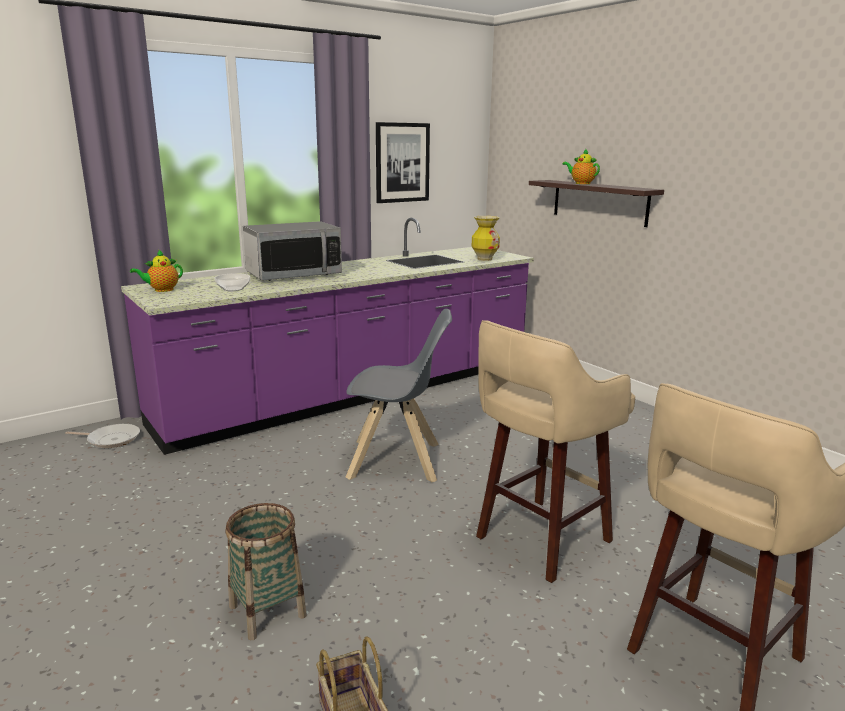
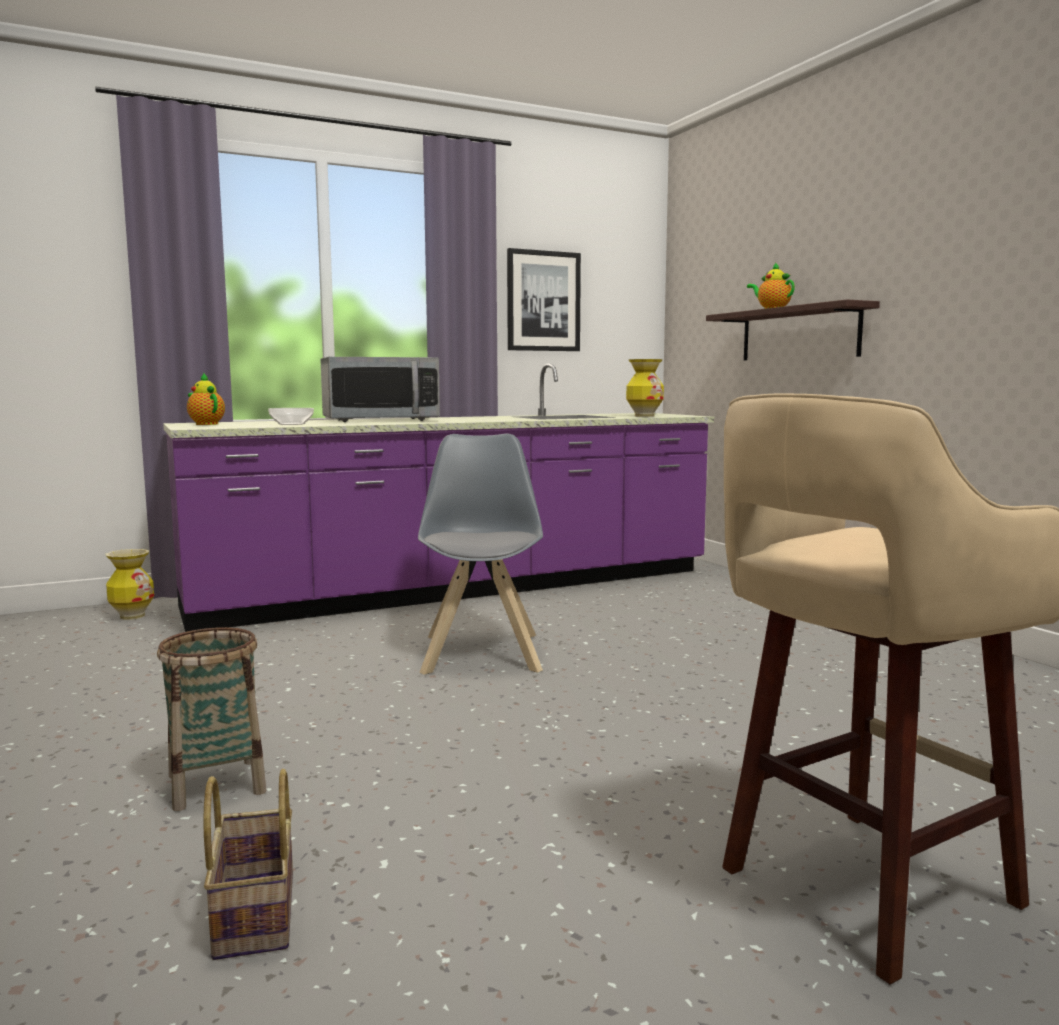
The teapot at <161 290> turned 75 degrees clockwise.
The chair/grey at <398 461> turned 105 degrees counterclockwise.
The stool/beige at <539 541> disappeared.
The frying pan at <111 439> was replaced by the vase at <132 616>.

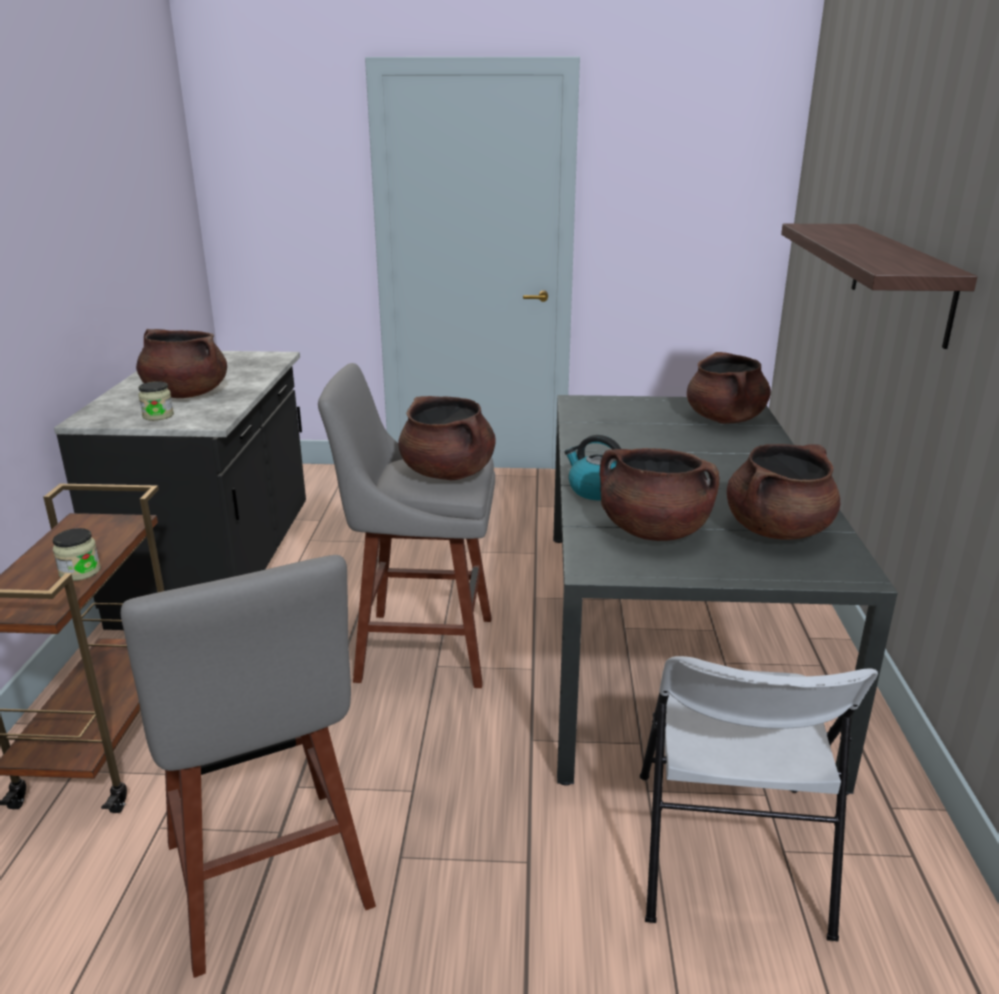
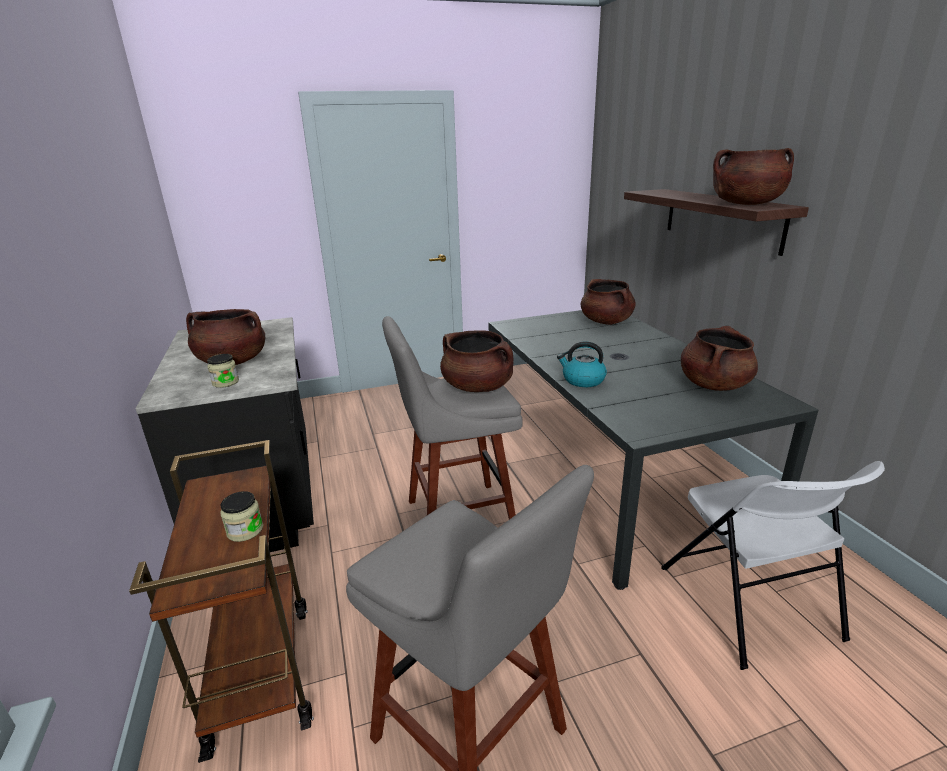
The cooking pot/brown moved from <653 531> to <746 204>.

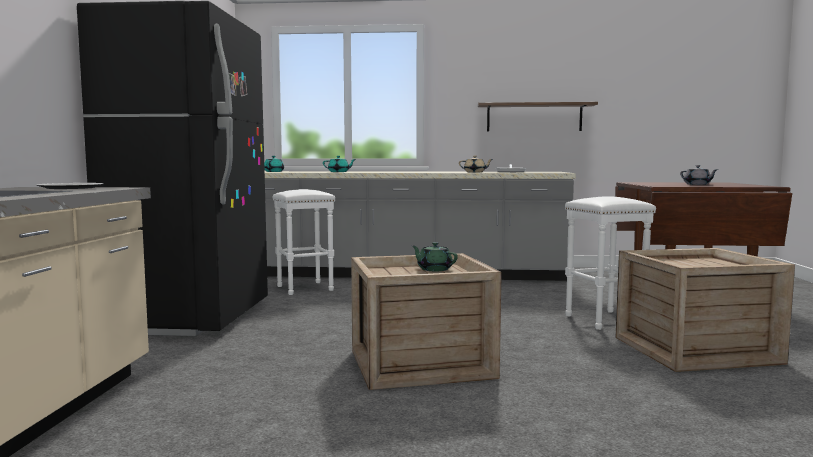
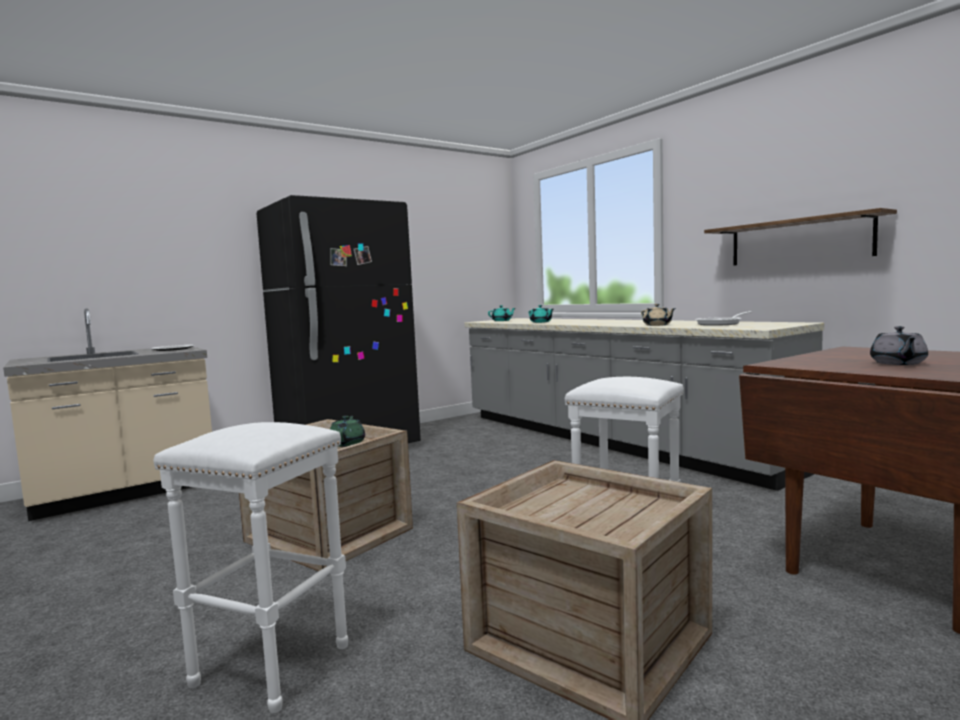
The stool/white moved from <304 288> to <267 665>.

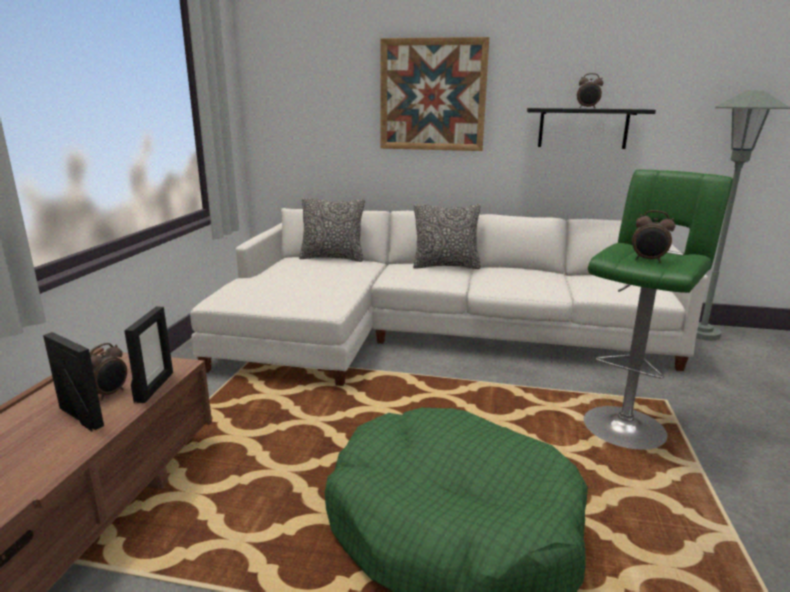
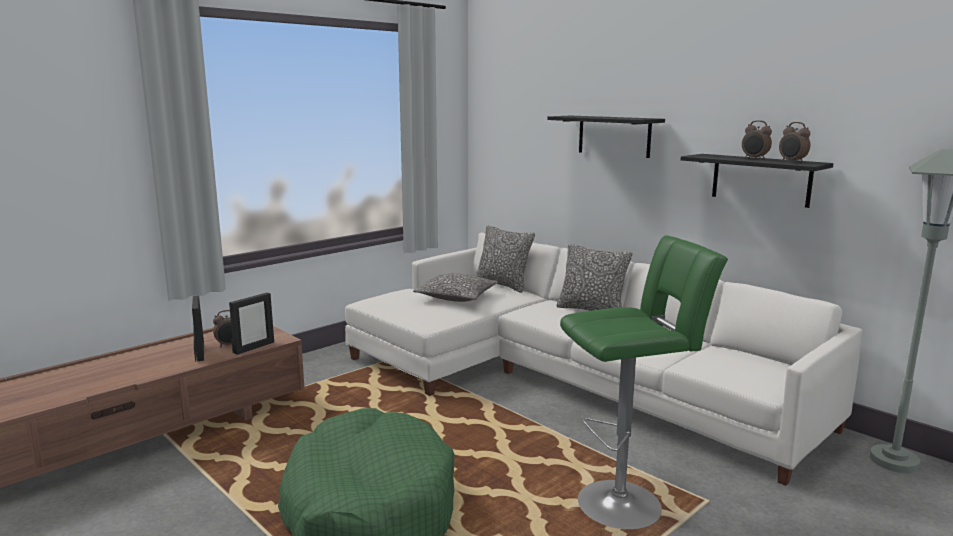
The picture at <432 95> was replaced by the shelf/black at <614 136>.
The alarm clock moved from <648 260> to <792 162>.
The pillow at <456 297> appeared.

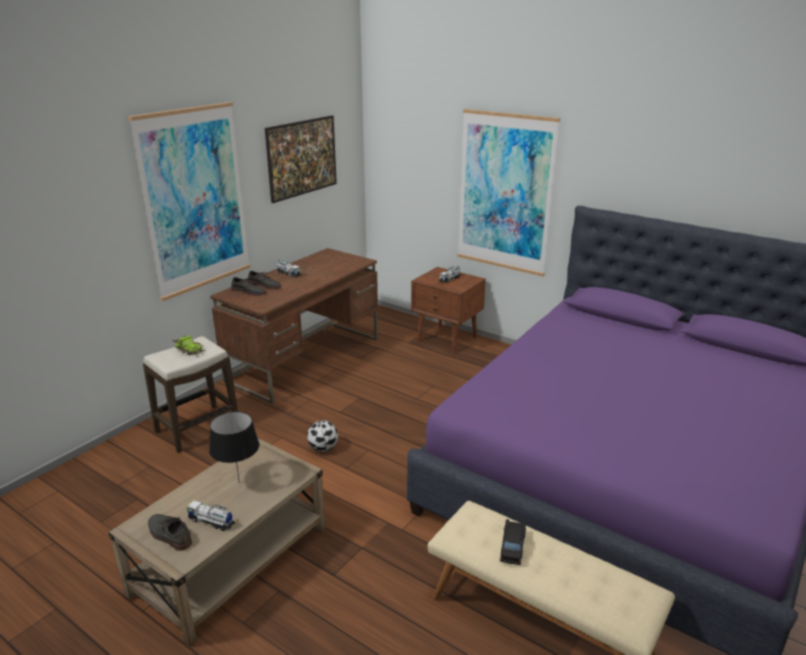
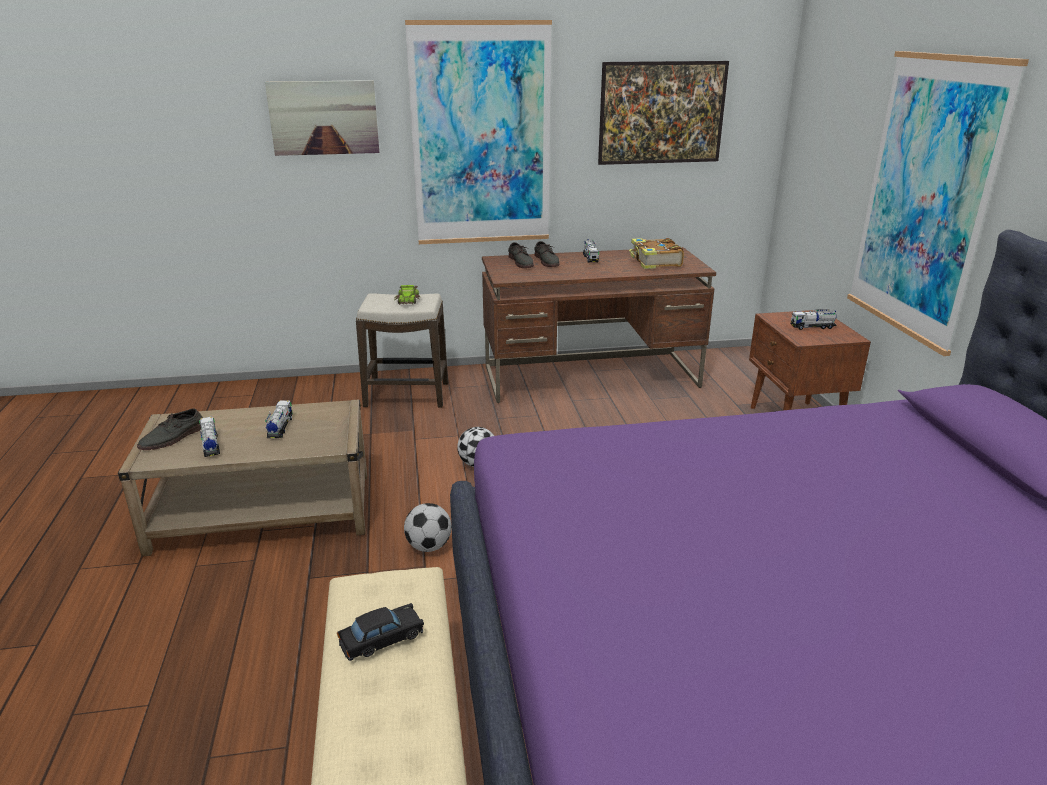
The table lamp/black at <239 483> was replaced by the toy truck at <280 428>.
The shoe/grey at <169 534> turned 135 degrees counterclockwise.
The picture at <324 118> appeared.
The book at <655 262> appeared.
The football at <428 547> appeared.

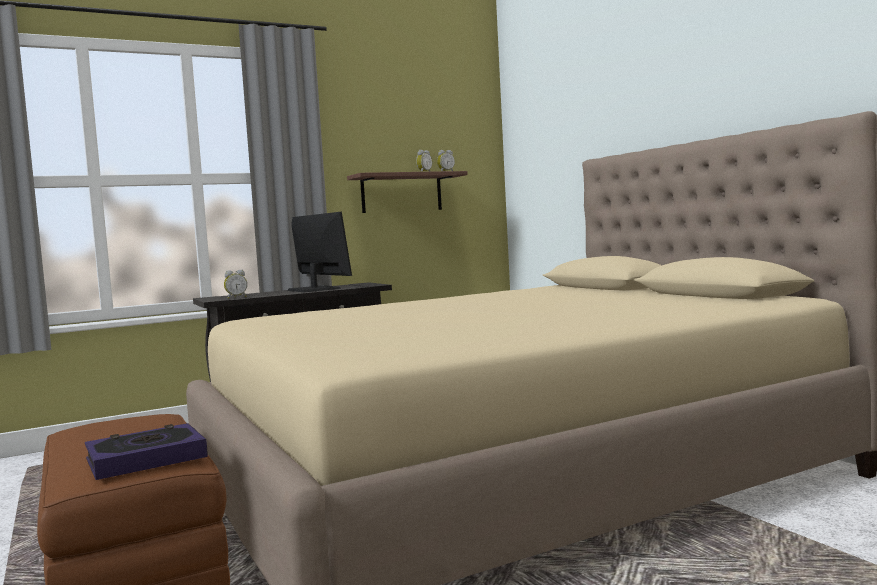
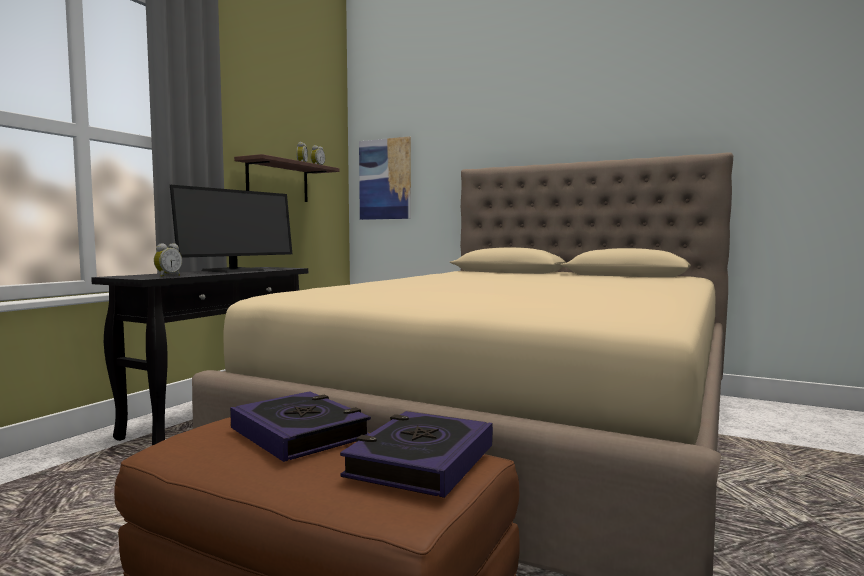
The monitor at <315 289> turned 105 degrees clockwise.
The picture at <385 179> appeared.
The book at <299 433> appeared.

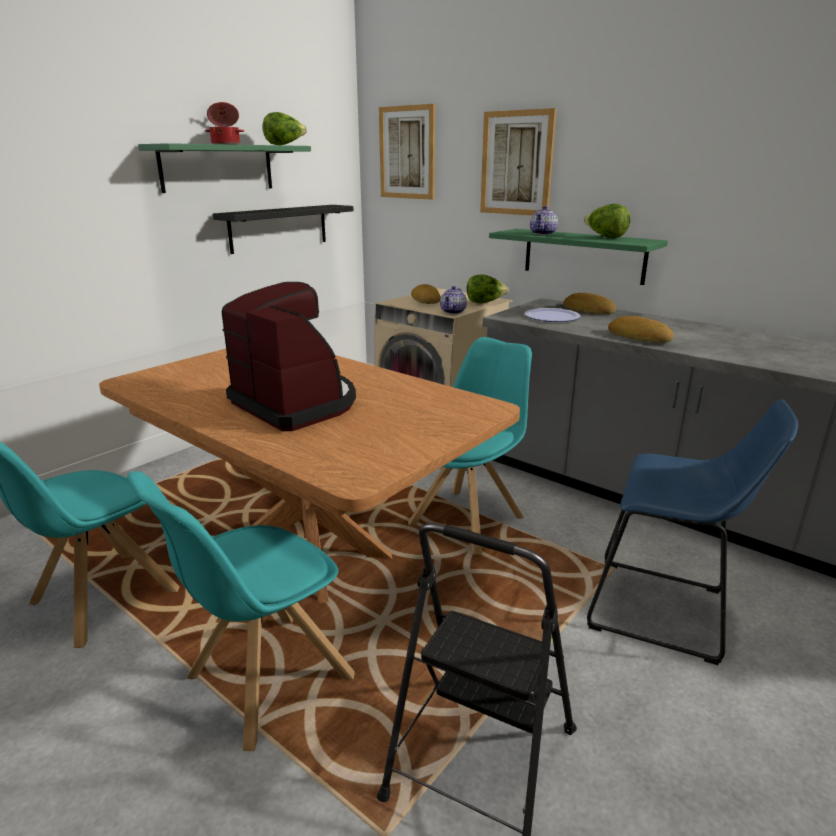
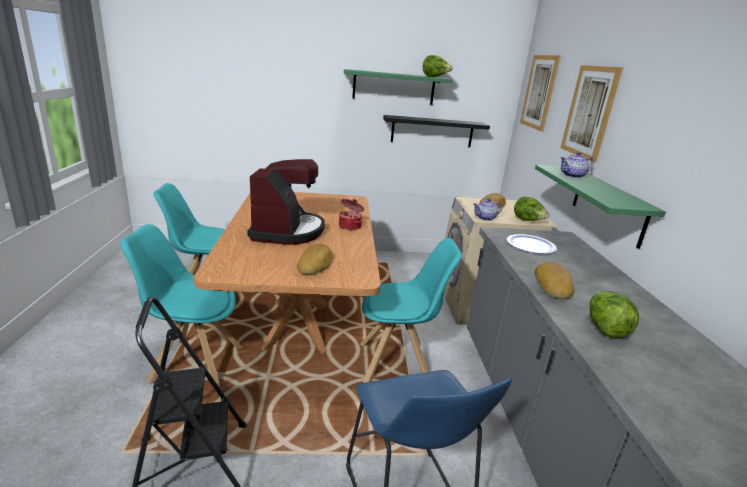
The cooking pot moved from <226 144> to <350 226>.
The lettuce moved from <605 237> to <605 328>.
The bread moved from <589 310> to <315 264>.

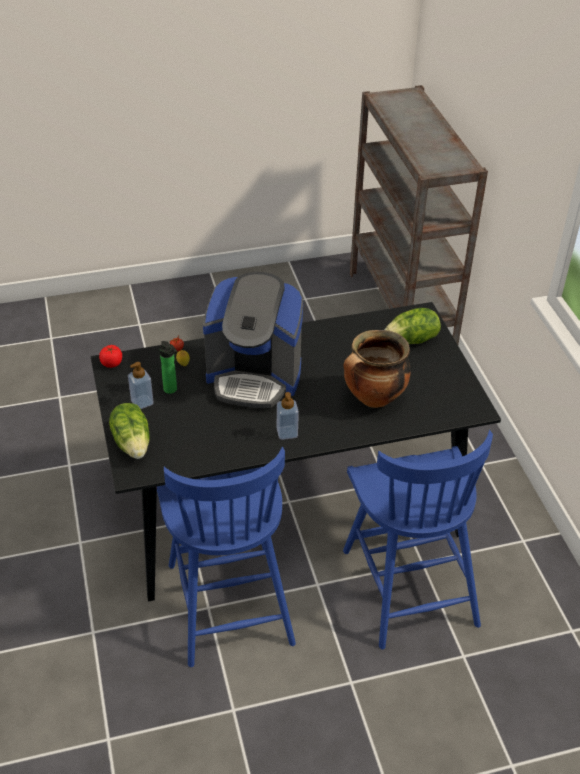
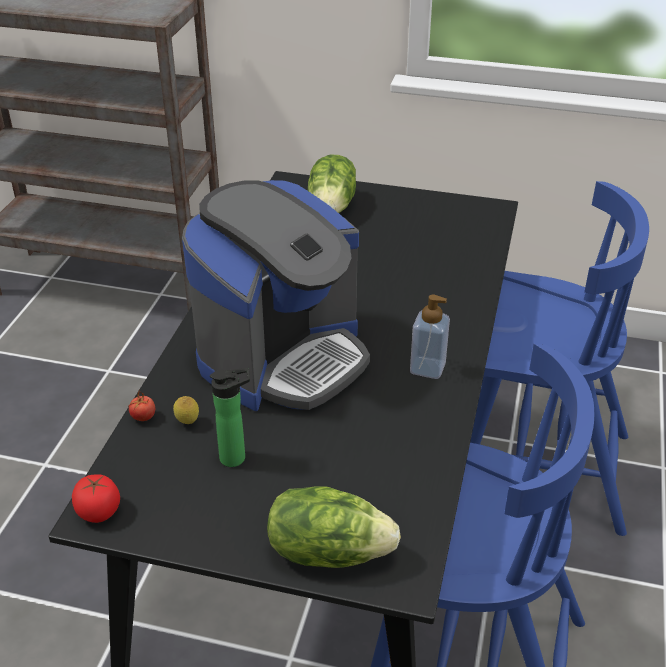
The cooking pot at <373 398> disappeared.
The soap dispenser at <142 402> disappeared.

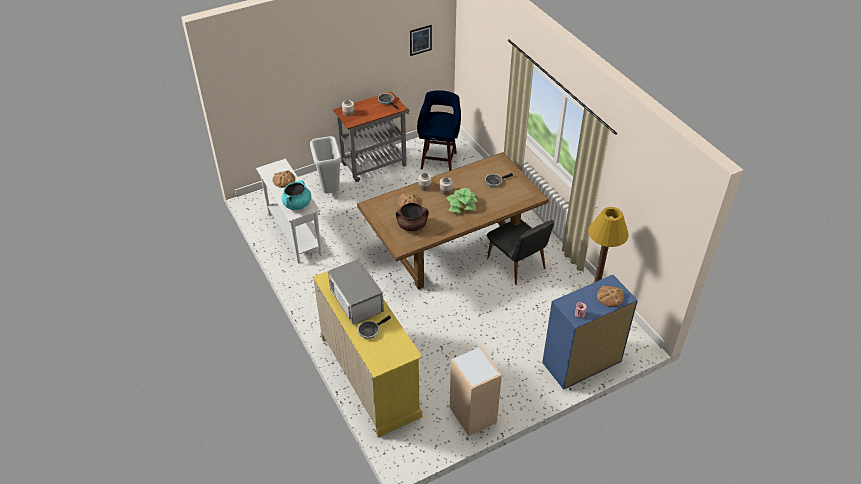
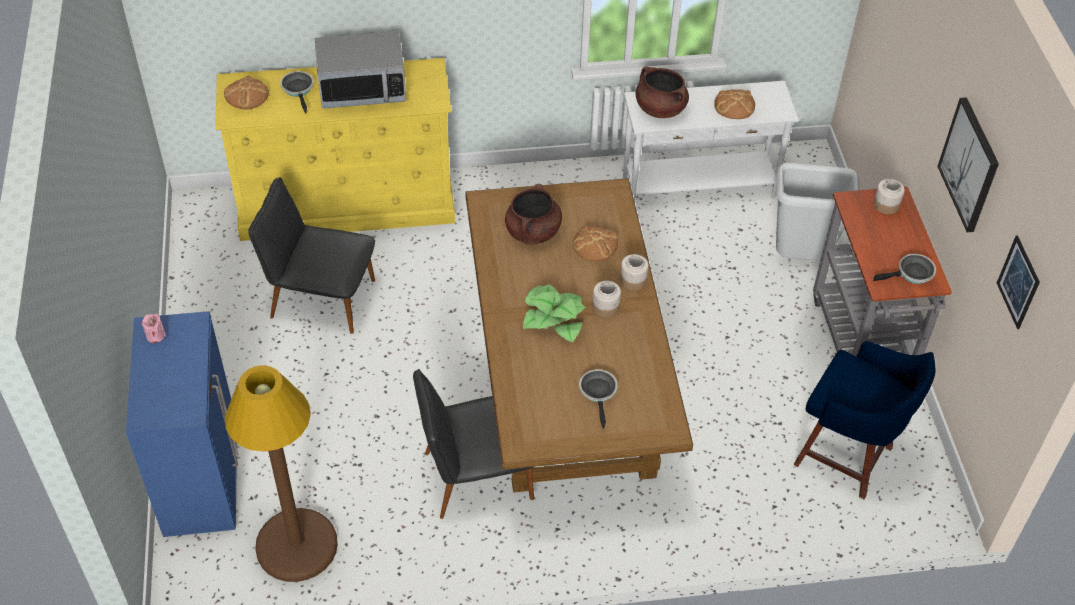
The cooking pot/turquoise at <297 205> became the cooking pot/brown at <660 109>.
The bread moved from <610 297> to <246 95>.
The bookcase at <473 415> disappeared.
The picture at <970 164> appeared.
The chair/black at <323 298> appeared.

